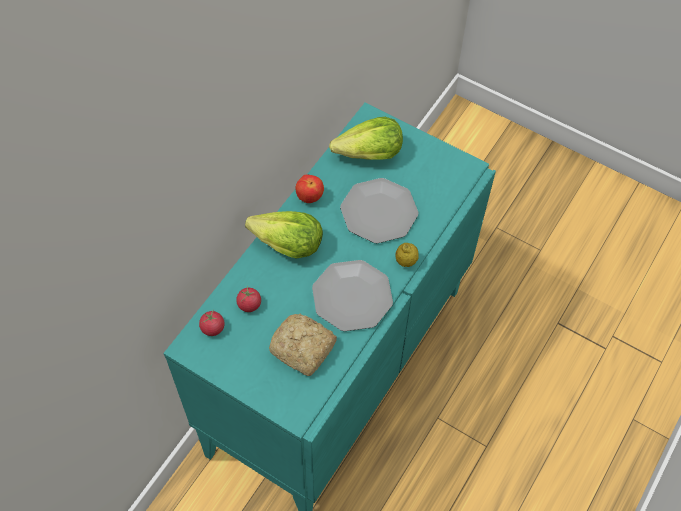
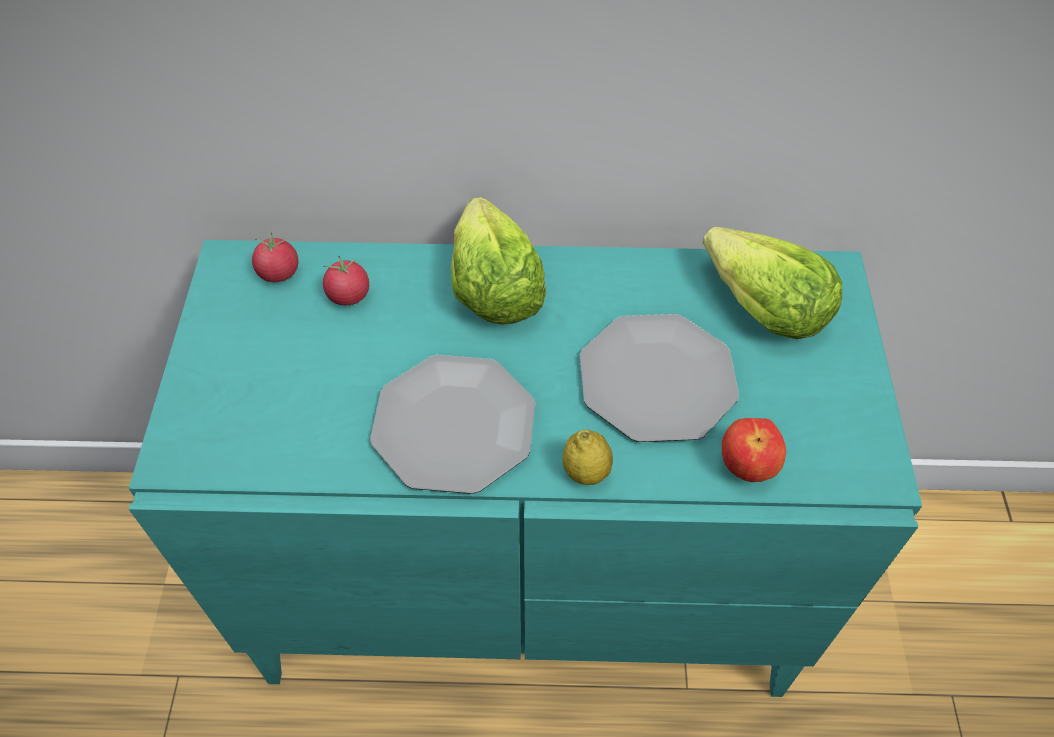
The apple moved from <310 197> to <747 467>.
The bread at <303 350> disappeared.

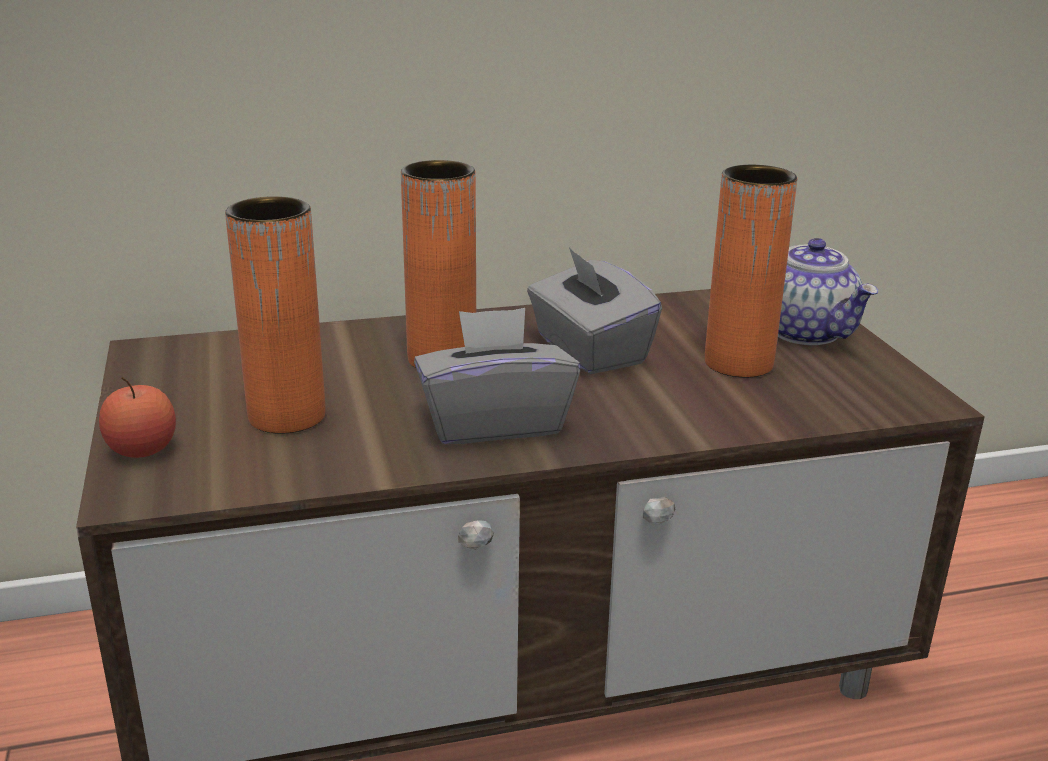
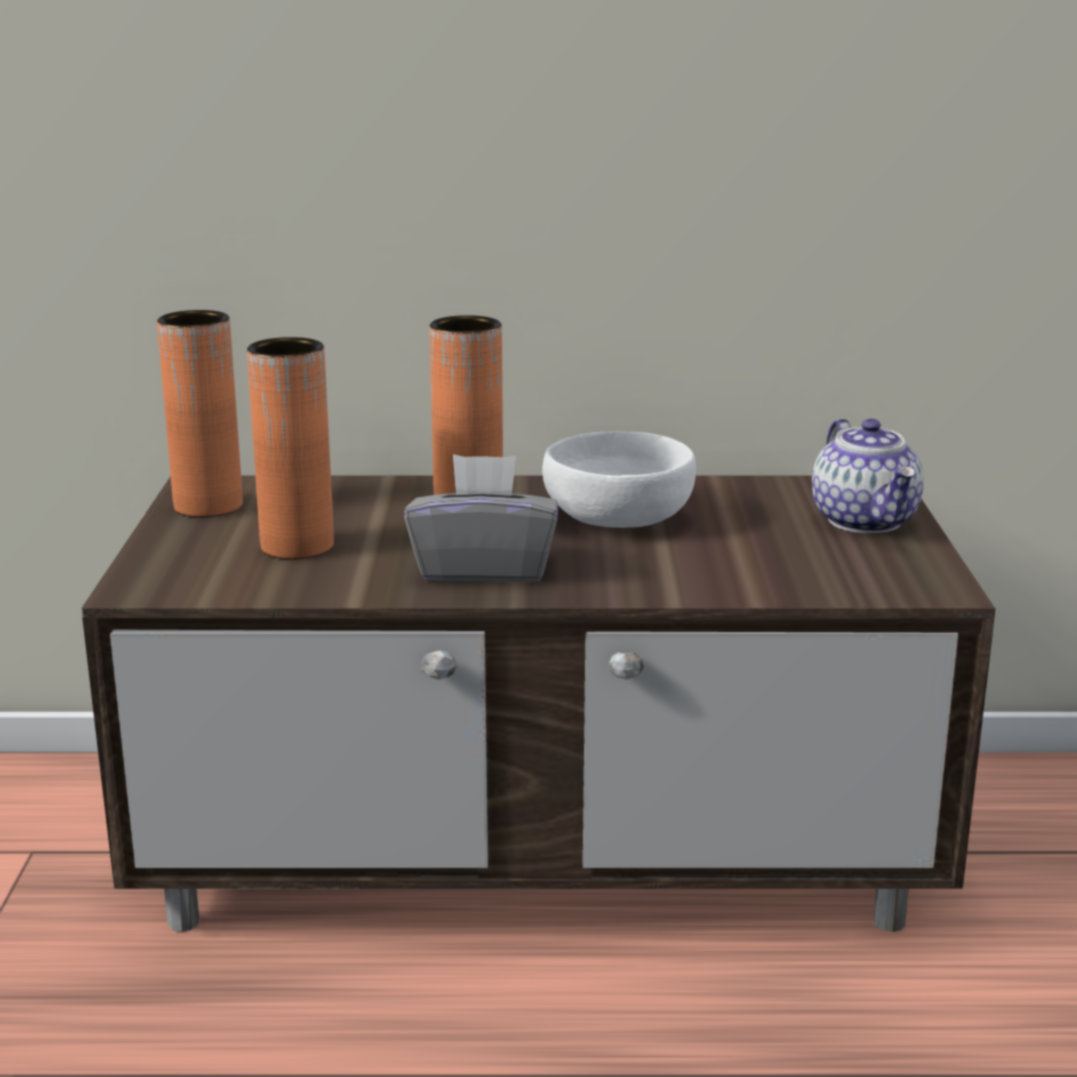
The vase/orange moved from <738 363> to <208 506>.
The tissue box/grey at <589 351> was replaced by the bowl/white at <620 519>.
The apple at <142 449> disappeared.

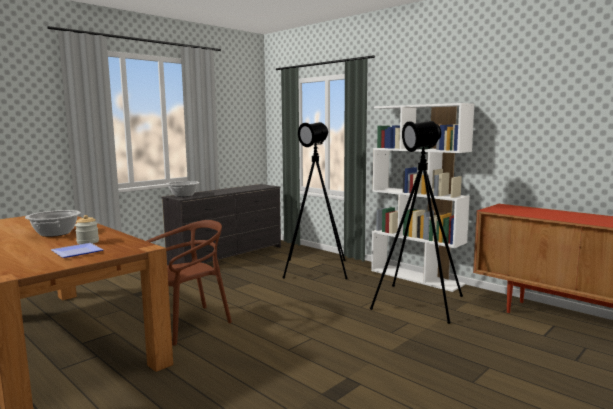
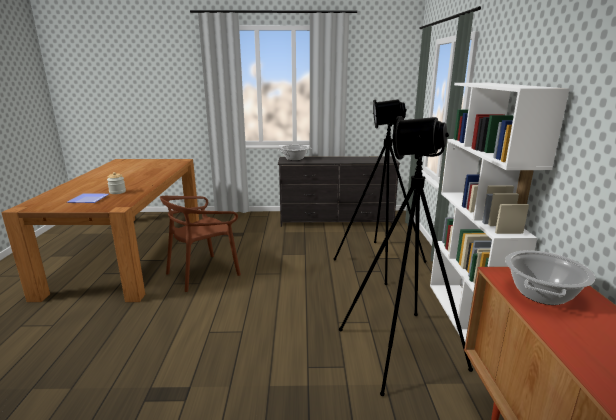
The cooking pot moved from <55 233> to <542 294>.
The chair/brown at <188 324> turned 135 degrees clockwise.

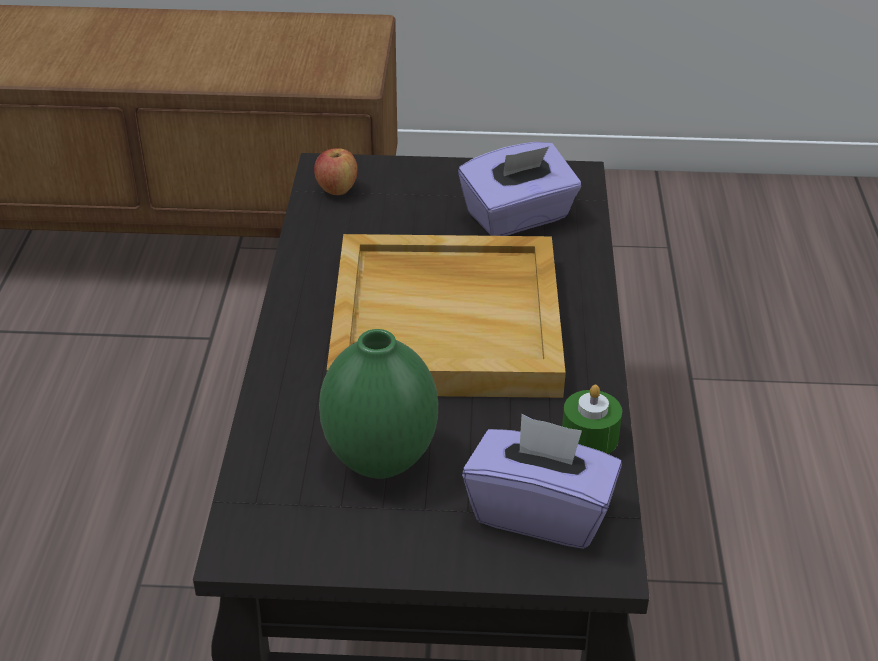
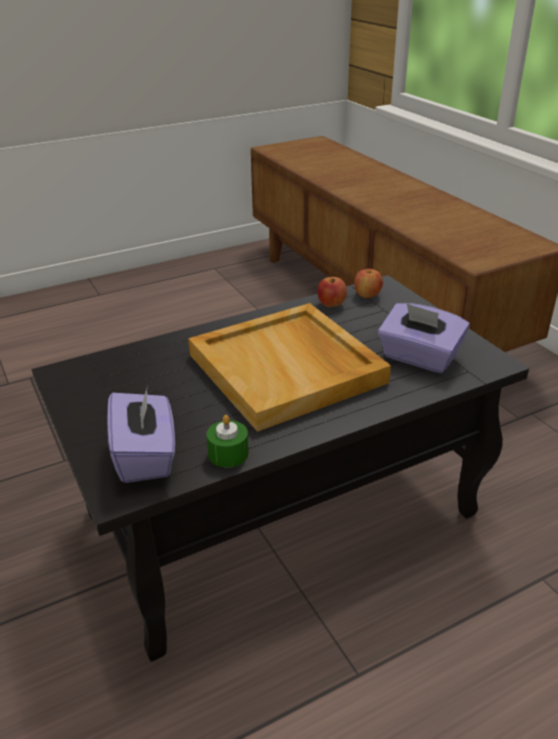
The vase/green at <379 460> disappeared.
The apple at <331 305> appeared.

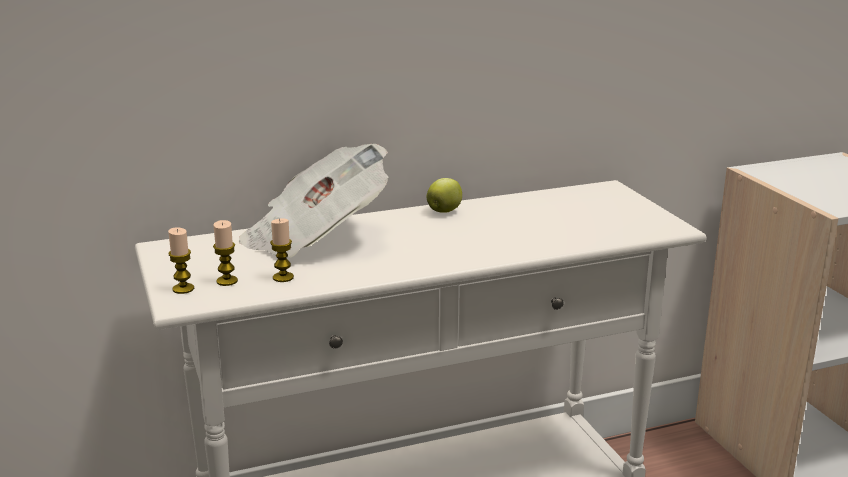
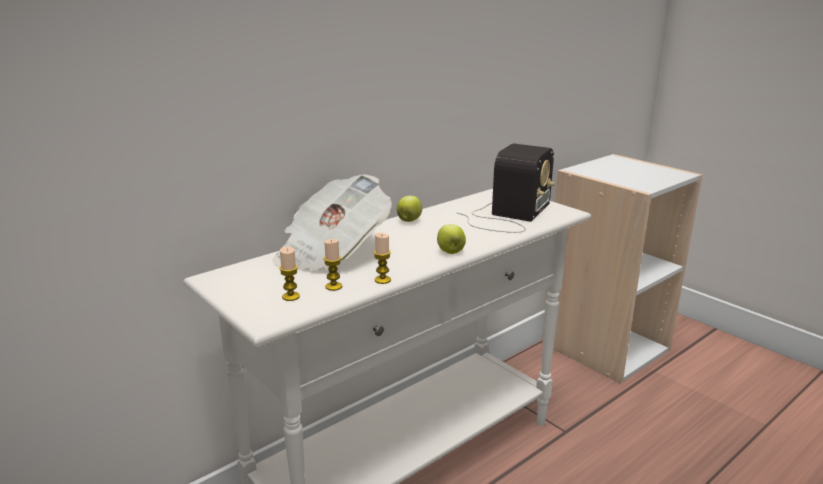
The candle moved from <183 289> to <382 280>.
The radio at <508 215> appeared.
The apple at <450 252> appeared.

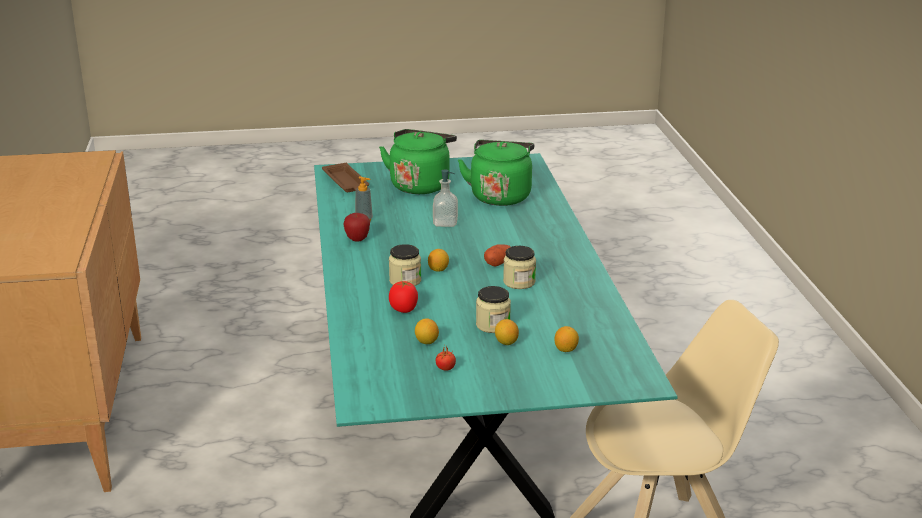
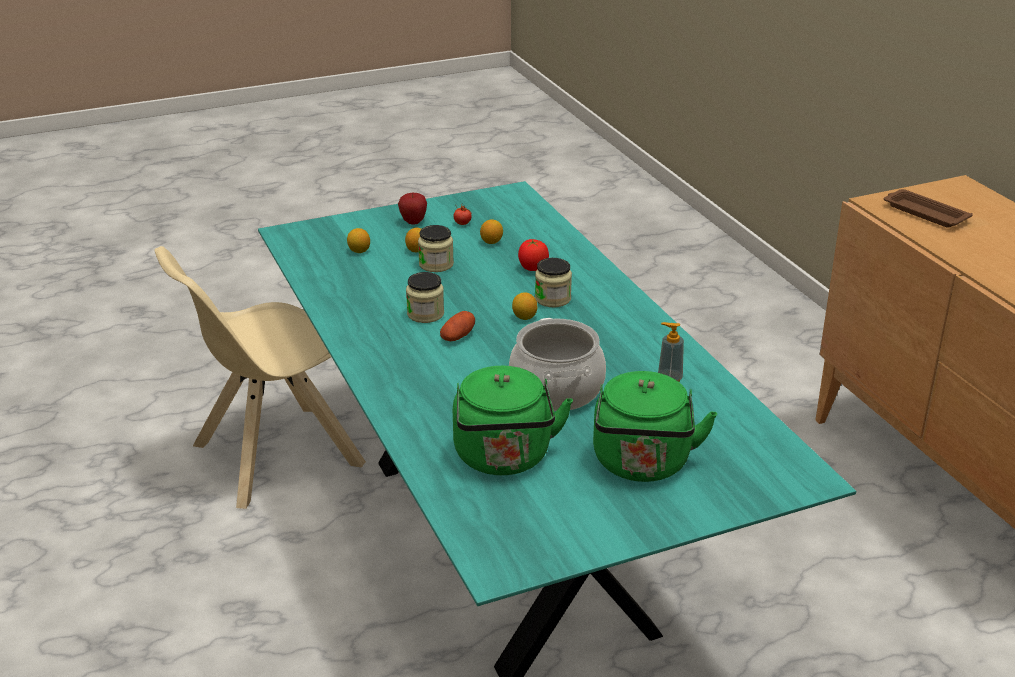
The tray/brown moved from <346 182> to <924 213>.
The soap dispenser at <445 223> was replaced by the cooking pot at <557 389>.
The apple moved from <357 240> to <413 222>.

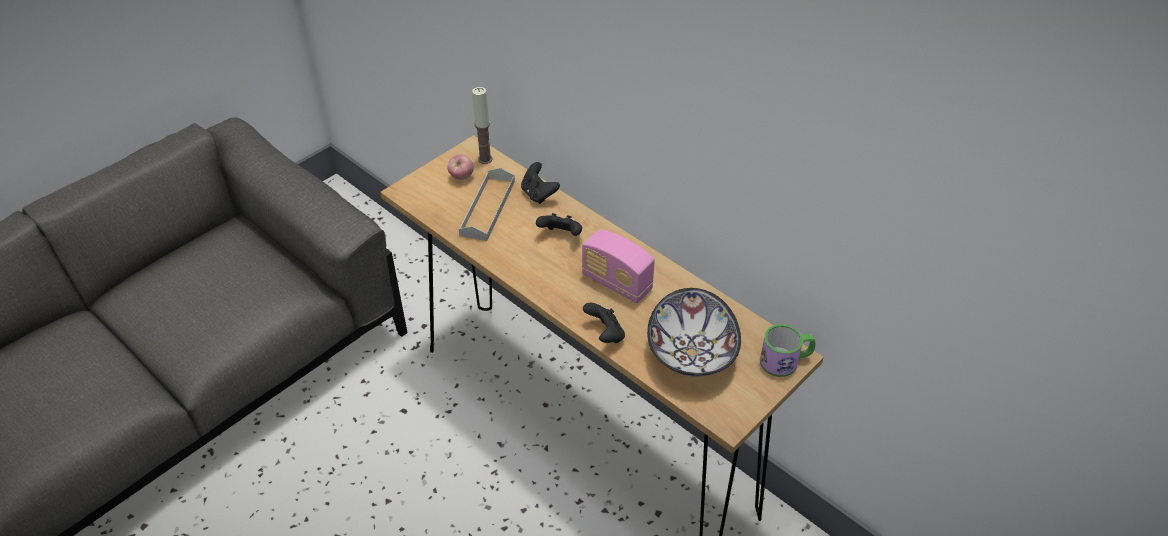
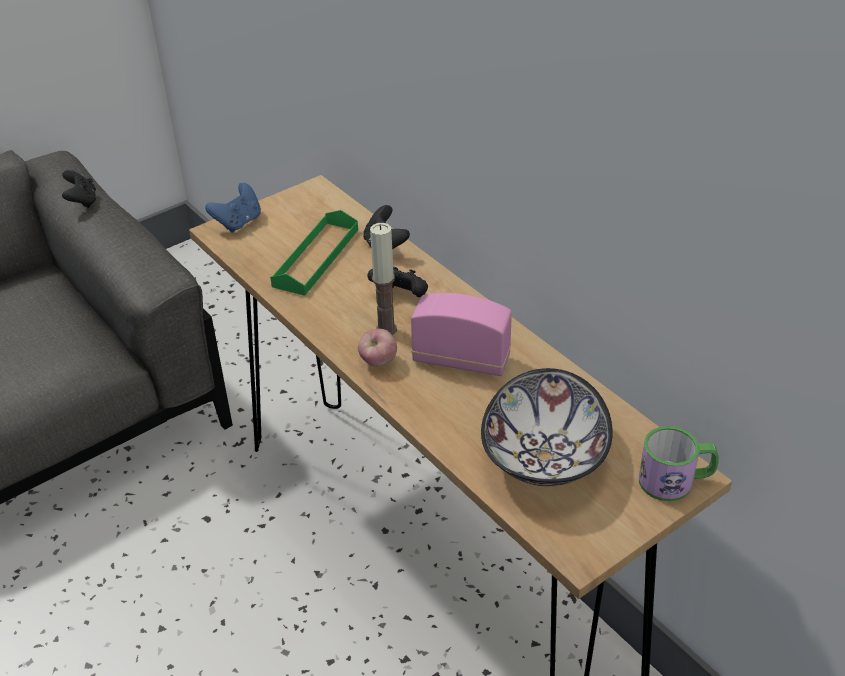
The candle moved from <485 159> to <386 329>.
The apple moved from <461 177> to <378 362>.
The tray/grey at <487 208> became the tray/green at <316 257>.
The radio at <616 283> turned 150 degrees clockwise.
The game controller/black moved from <605 334> to <82 201>.
The game controller/blue at <238 222> appeared.

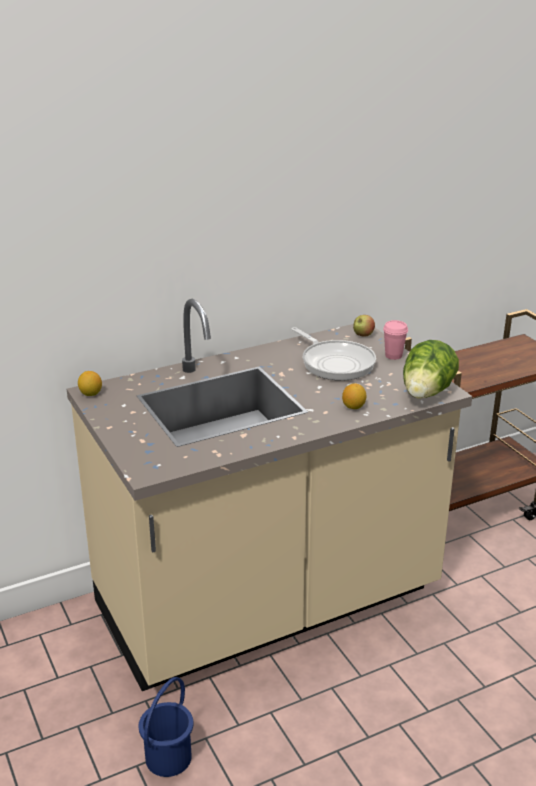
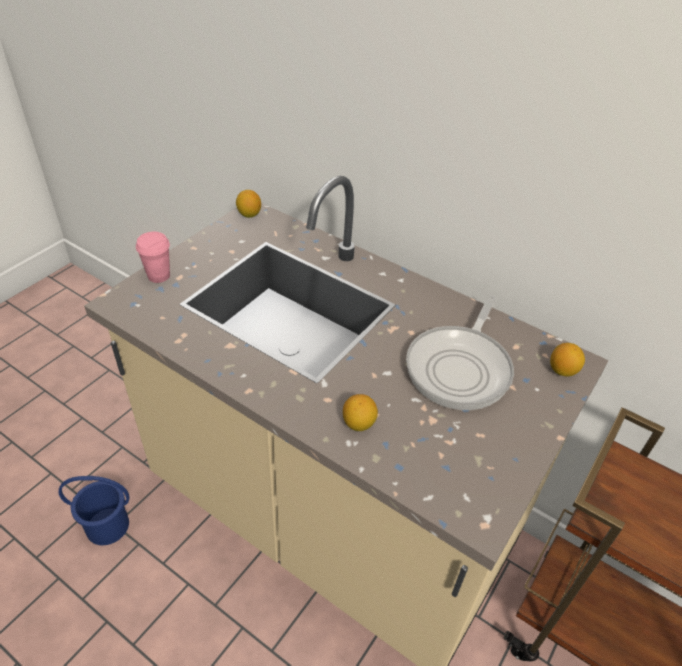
The apple at <363 335> was replaced by the lemon at <562 370>.
The cup/pink moved from <393 356> to <159 276>.
The lettuce at <426 394> disappeared.

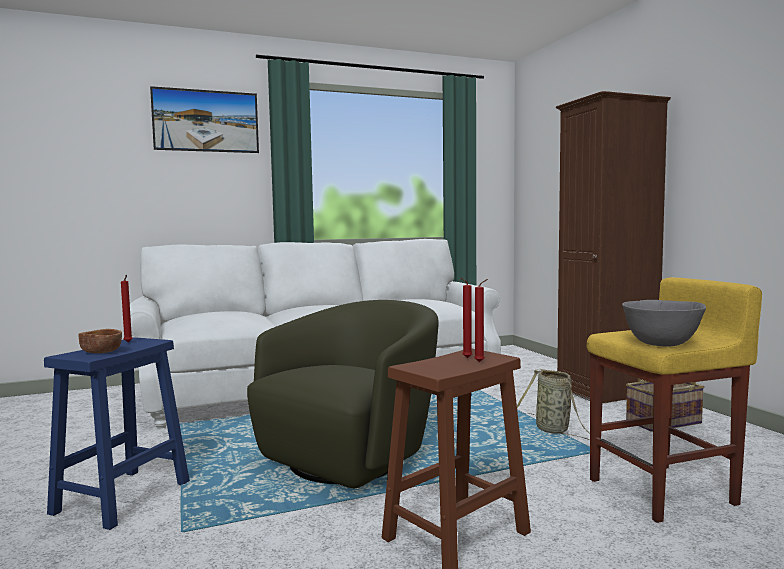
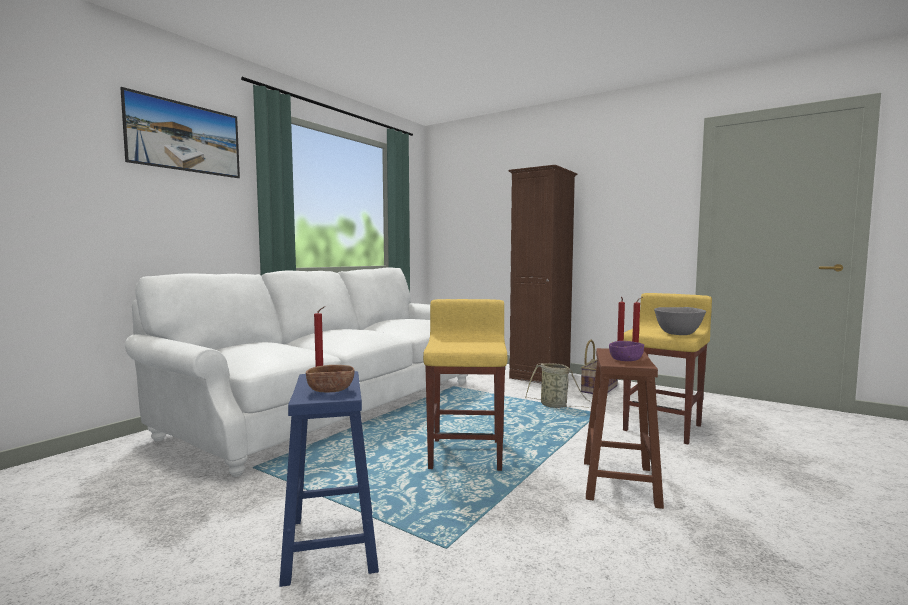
The armchair/green at <352 457> was replaced by the stool/yellow at <466 454>.
The bowl/purple at <626 360> appeared.

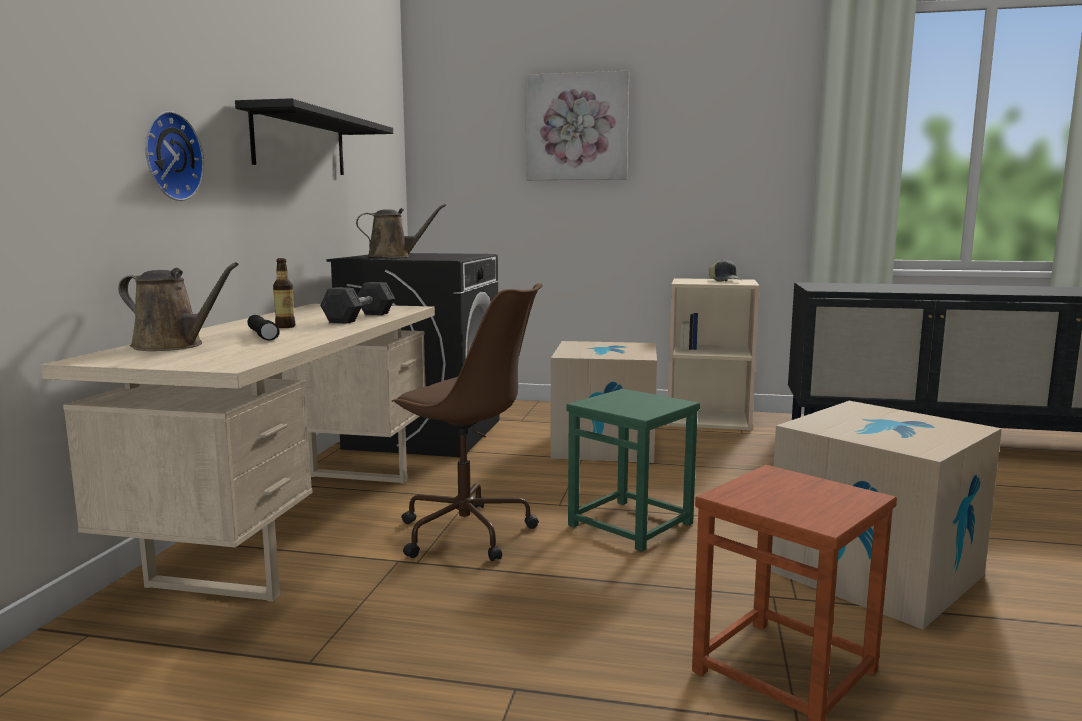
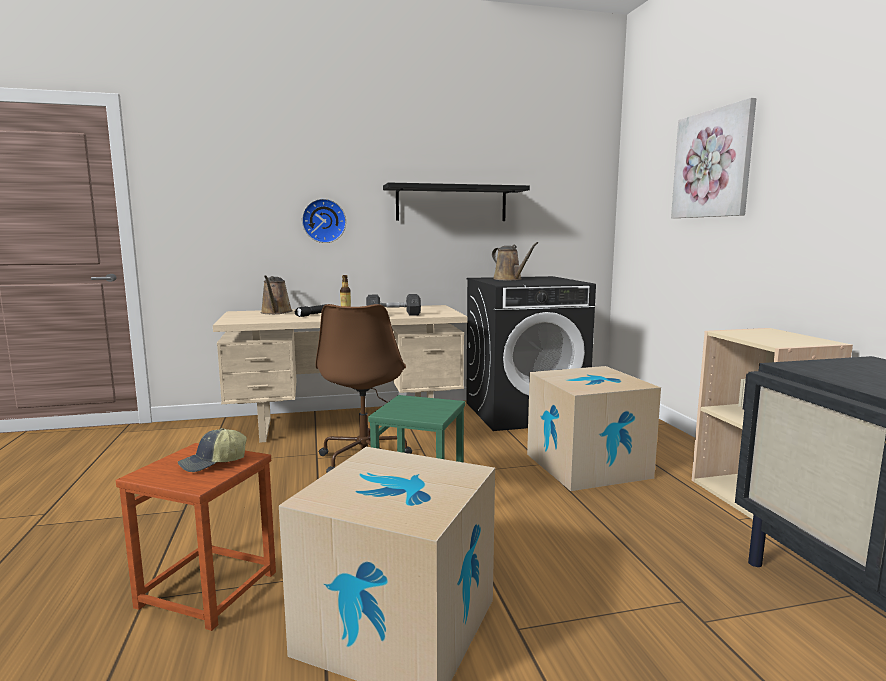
The cap moved from <725 281> to <213 463>.

